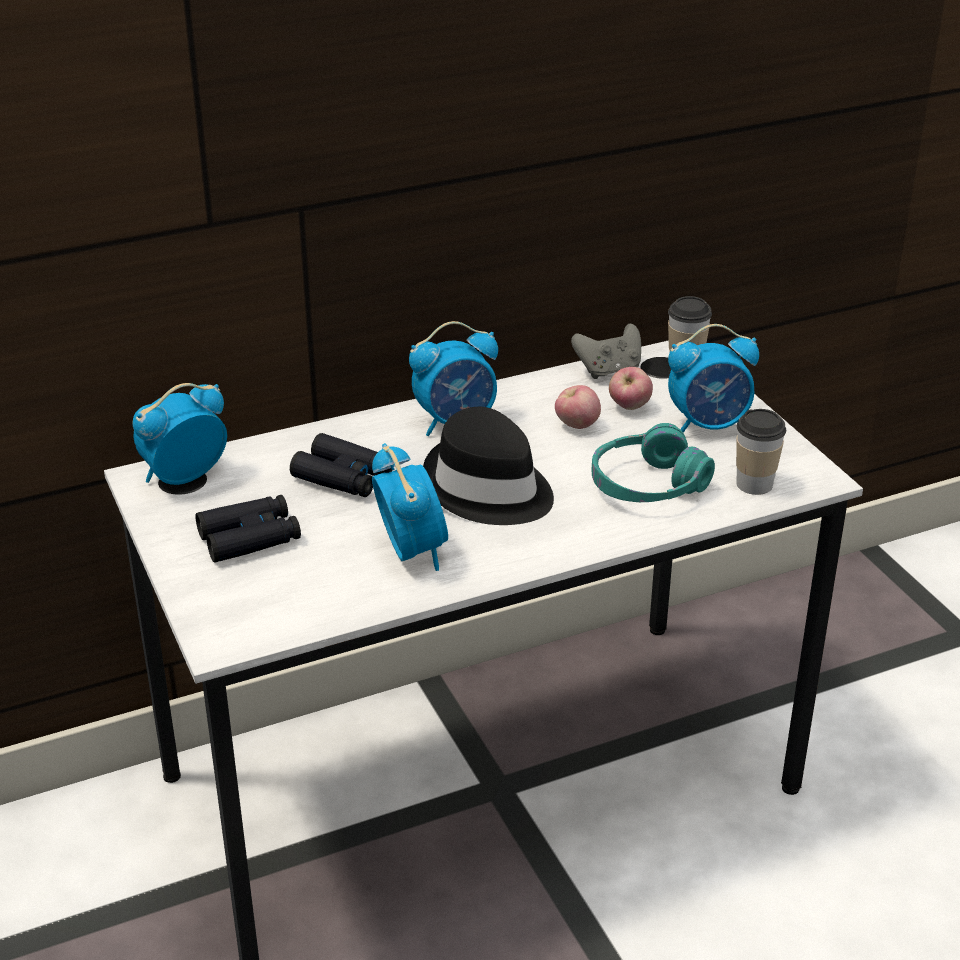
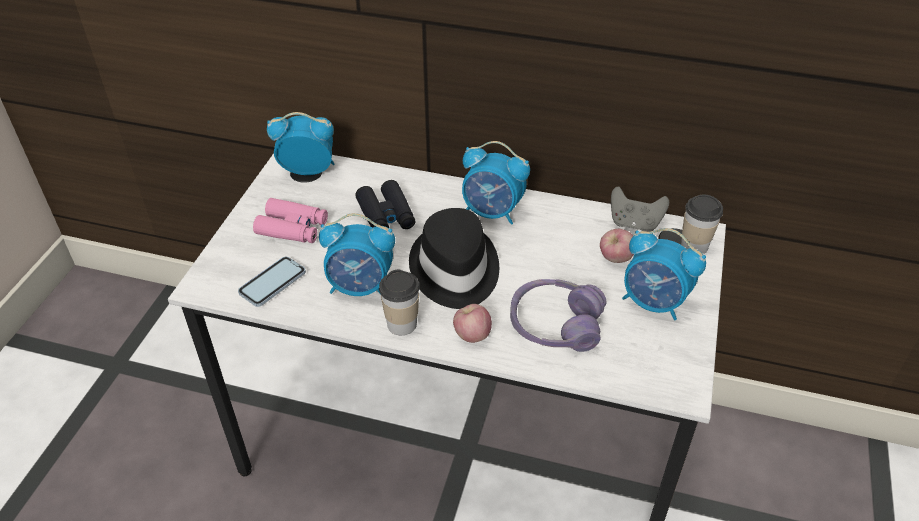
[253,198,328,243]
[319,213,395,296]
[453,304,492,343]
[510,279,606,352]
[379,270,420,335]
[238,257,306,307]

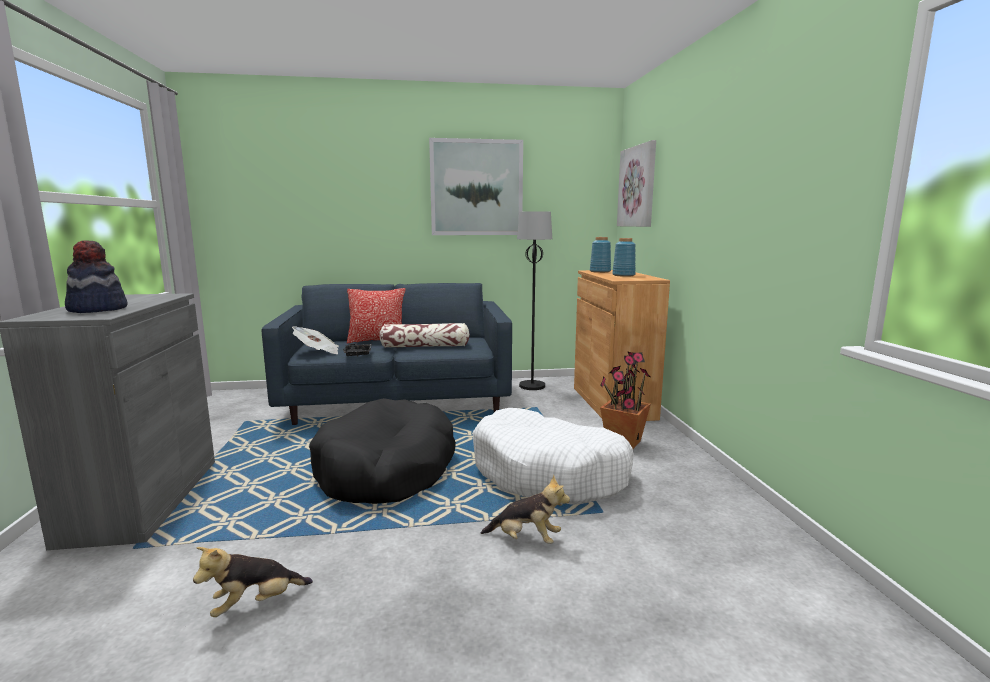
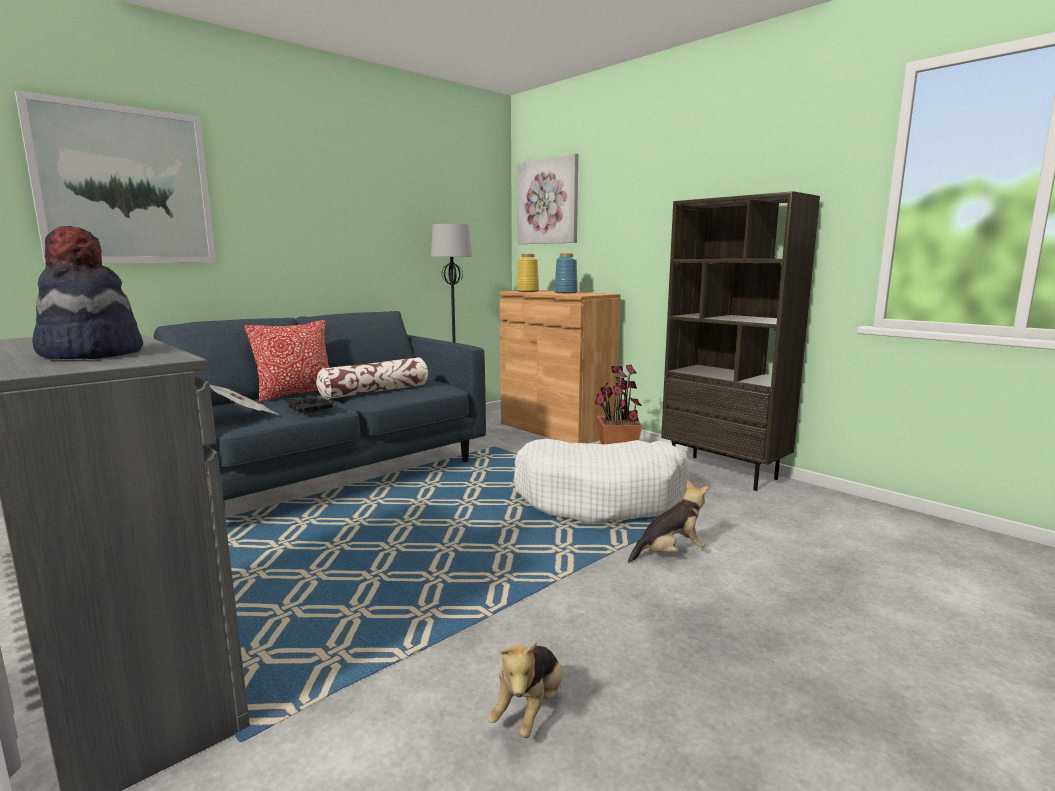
[309,398,456,504] (first image)
[15,90,216,263]
[517,254,539,292]
[661,191,820,491]

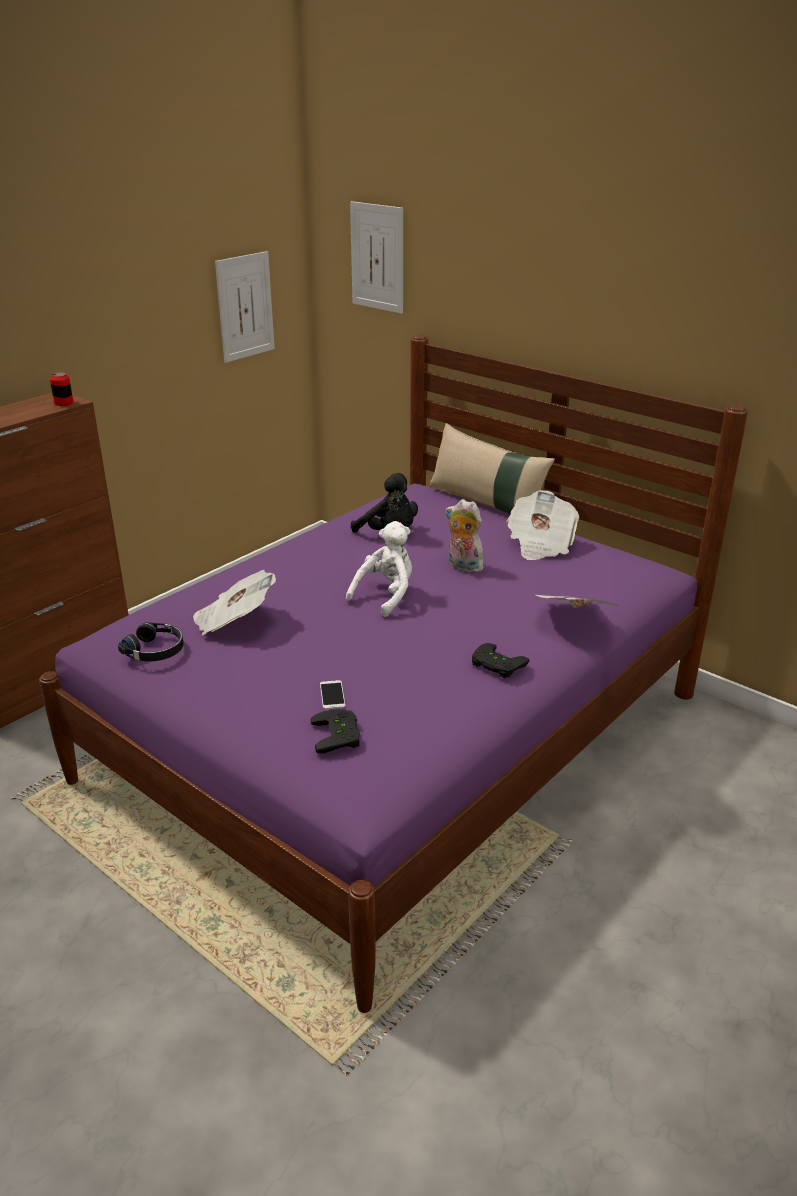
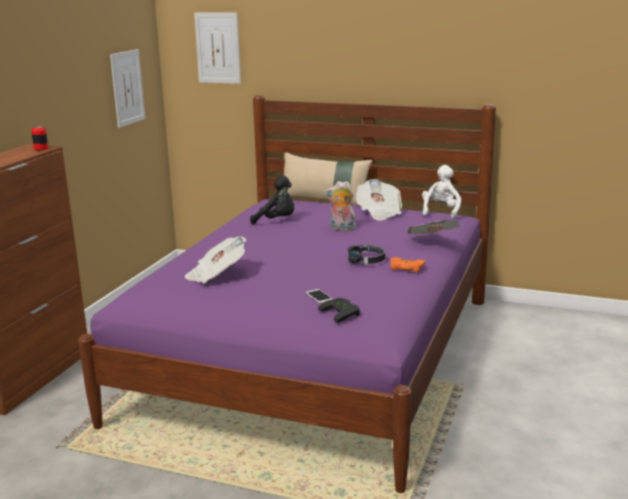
[348,245,385,264]
[422,165,461,219]
[390,258,426,272]

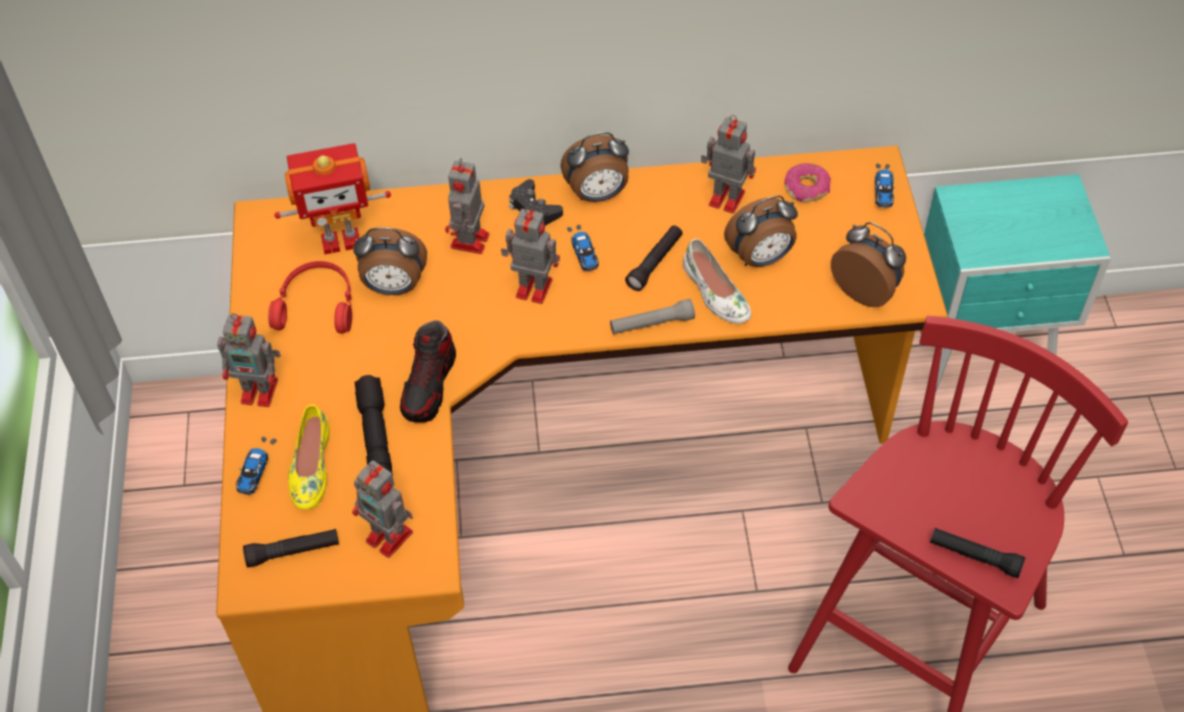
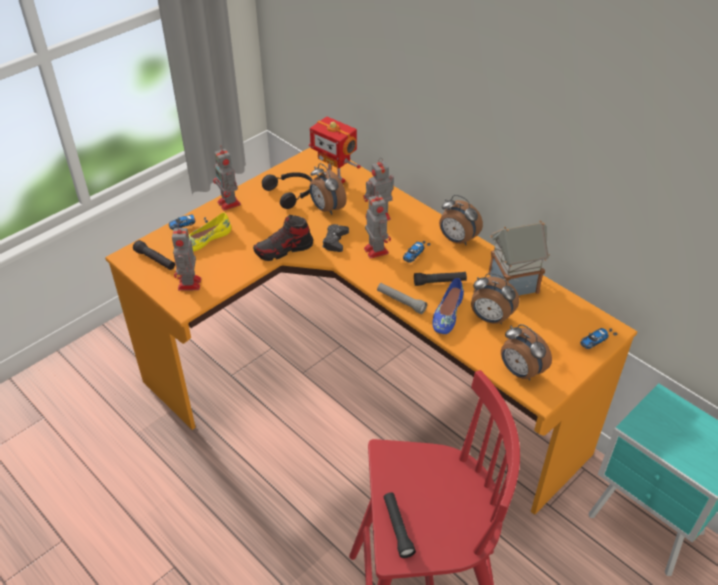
[262,172,313,209]
[355,375,393,476] (first image)
[323,224,349,252]
[432,278,464,334]
[489,221,550,295]
[784,163,831,202] (first image)
[501,324,552,381]

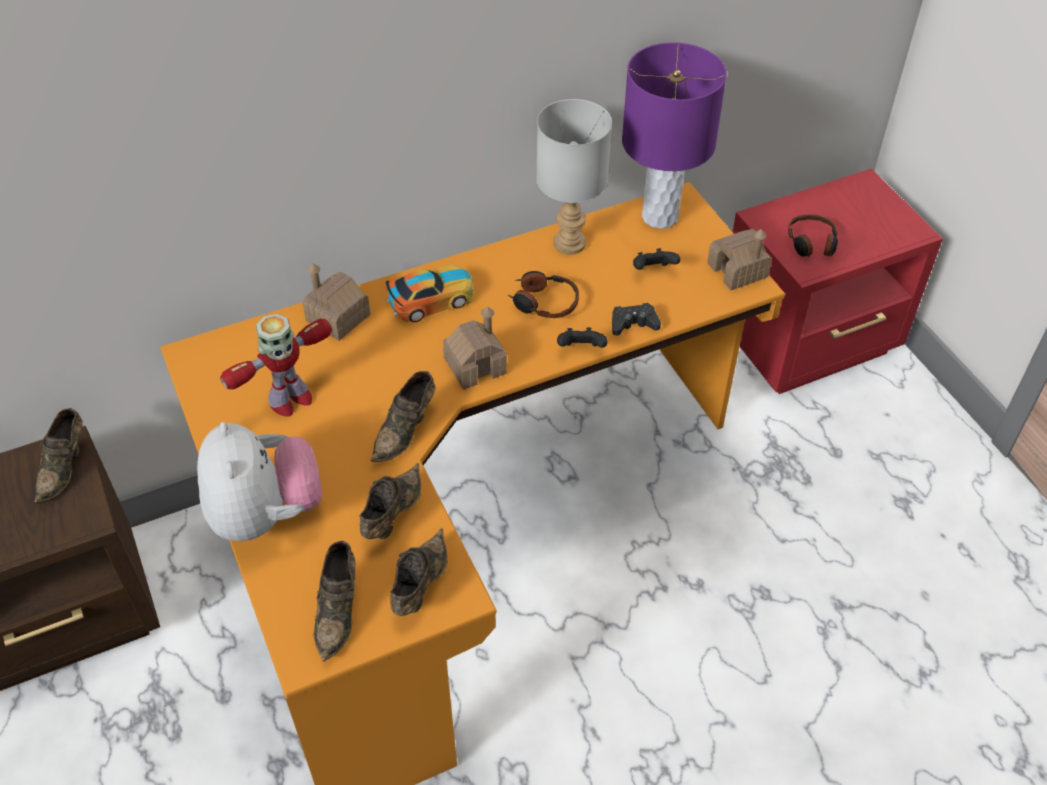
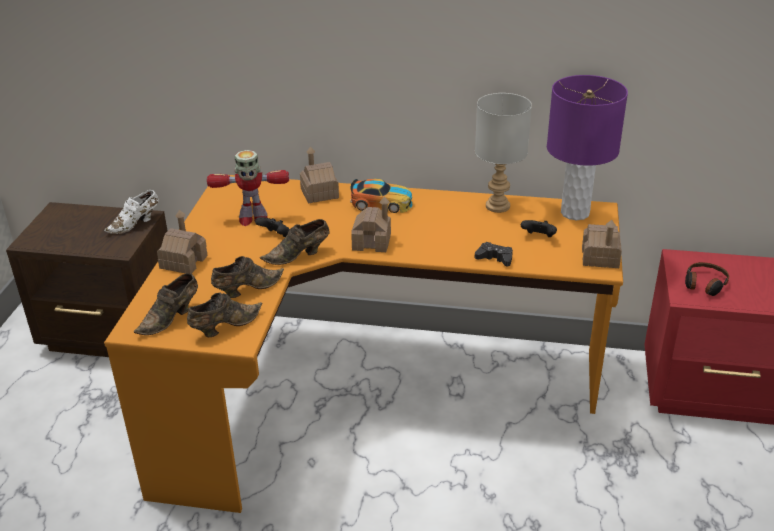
[104,190,159,234]
[157,210,208,274]
[508,271,579,318] (first image)
[255,217,290,237]

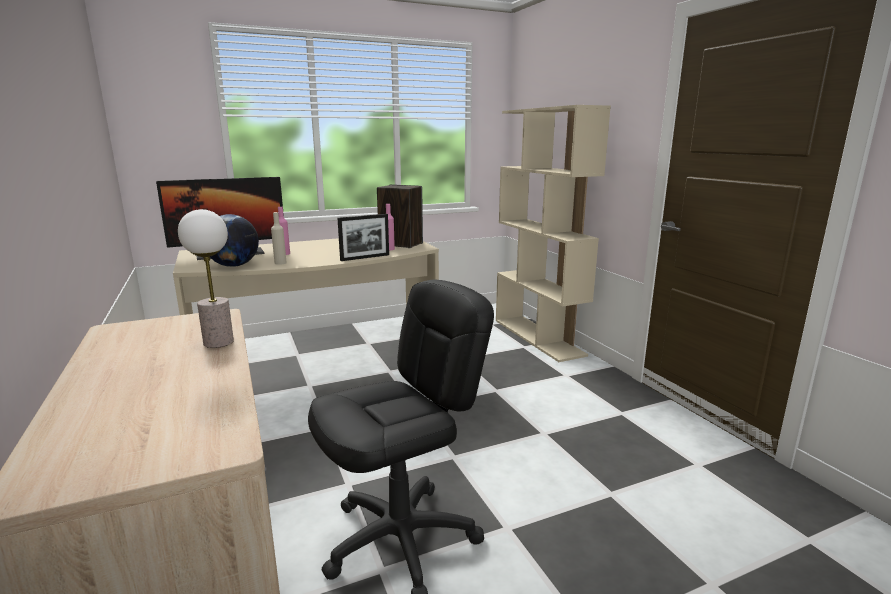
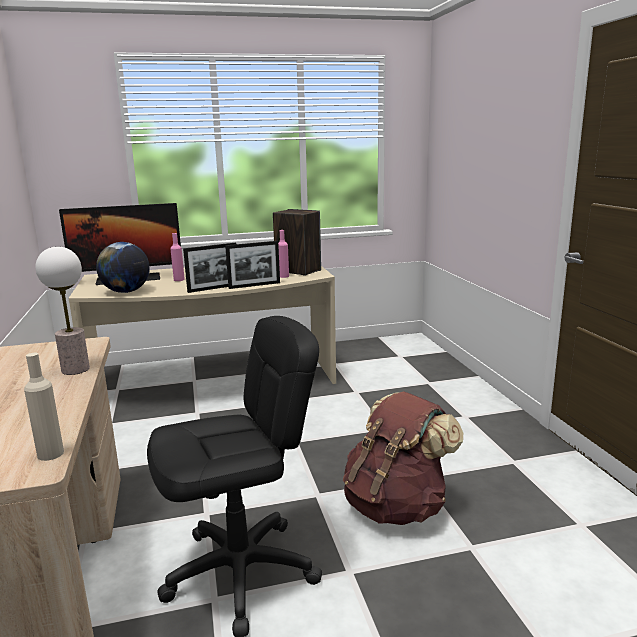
[24,353,64,461]
[496,105,611,362] (first image)
[183,243,236,293]
[343,391,463,525]

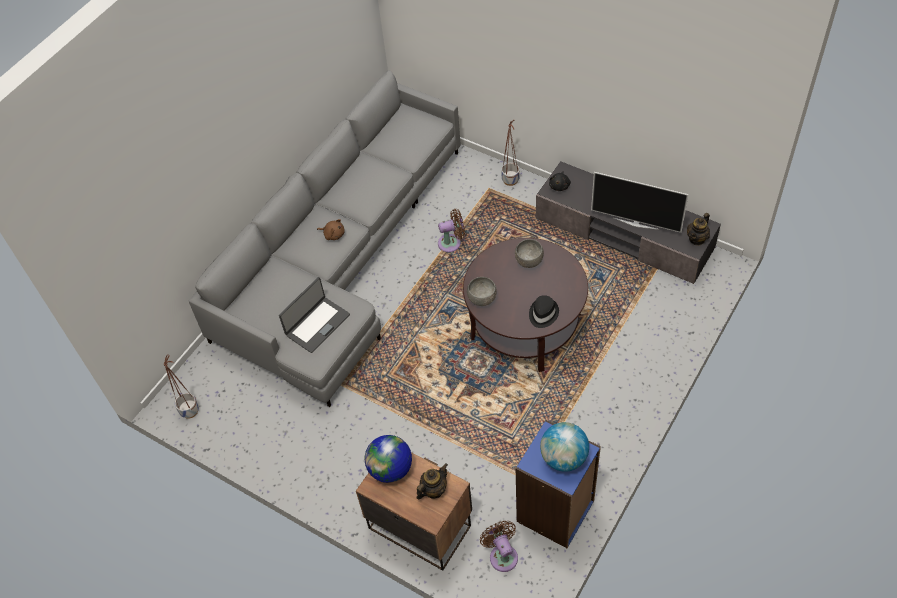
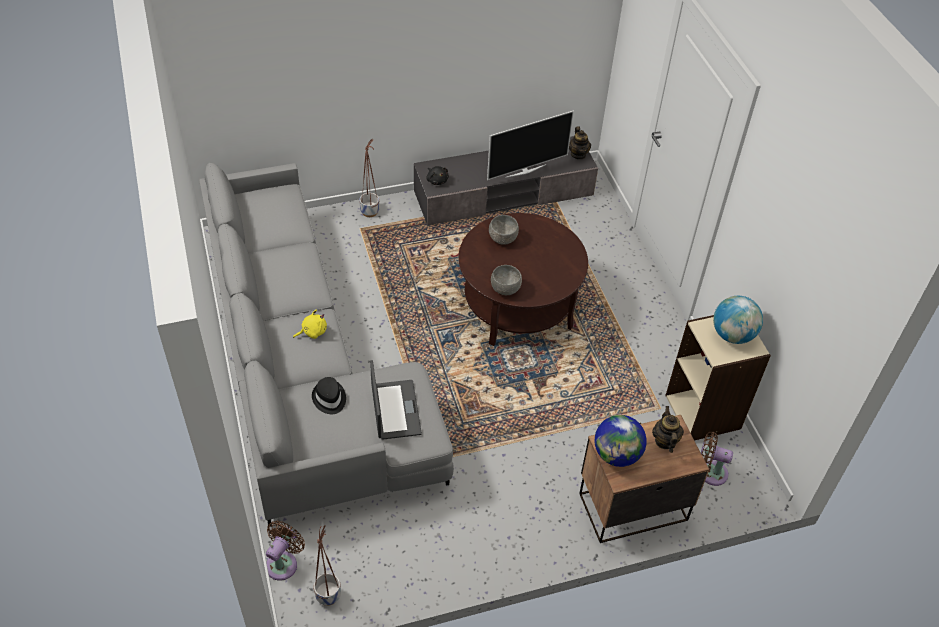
[293,309,327,339]
[266,521,305,580]
[665,315,771,440]
[312,377,346,414]

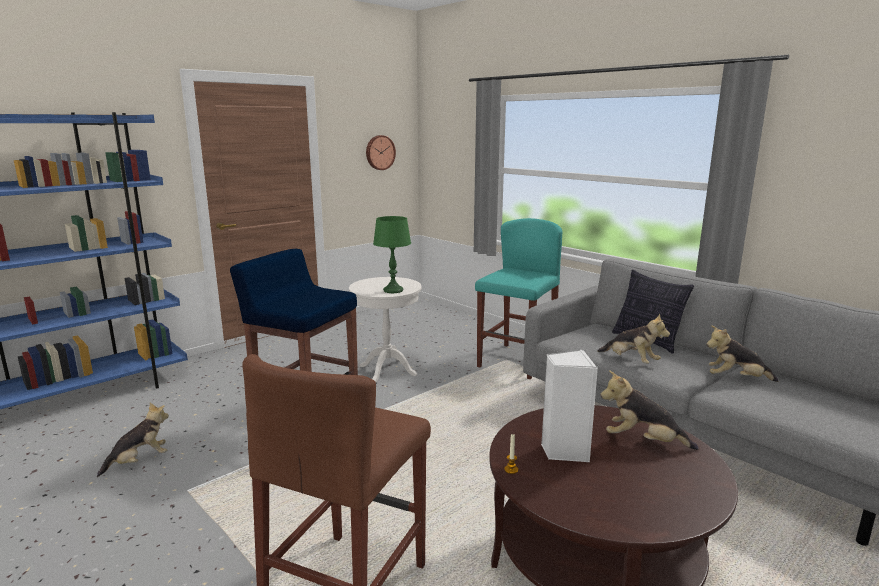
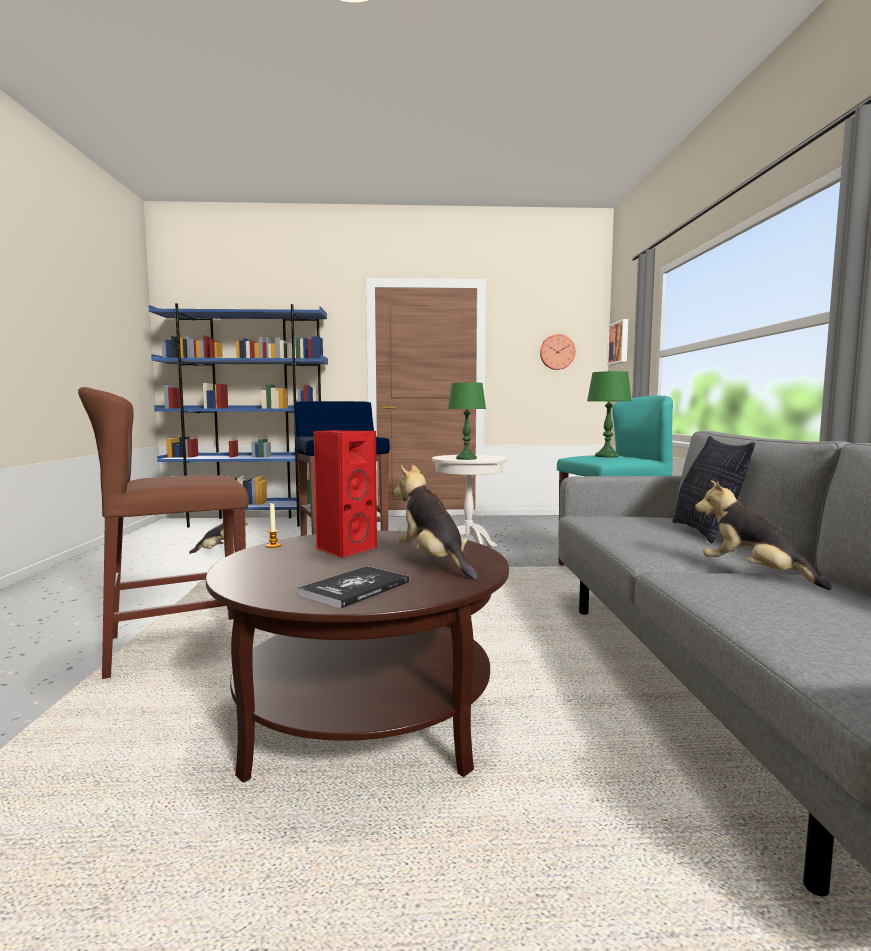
[314,430,377,558]
[597,313,670,364] (first image)
[298,566,409,608]
[587,371,631,457]
[607,319,628,365]

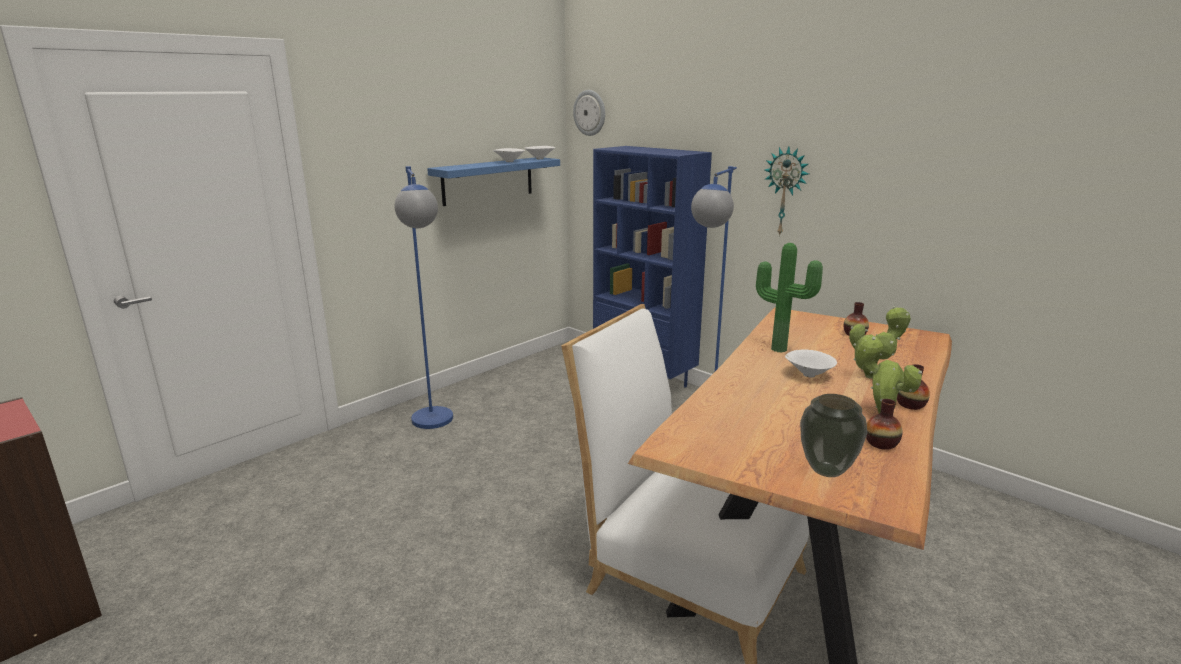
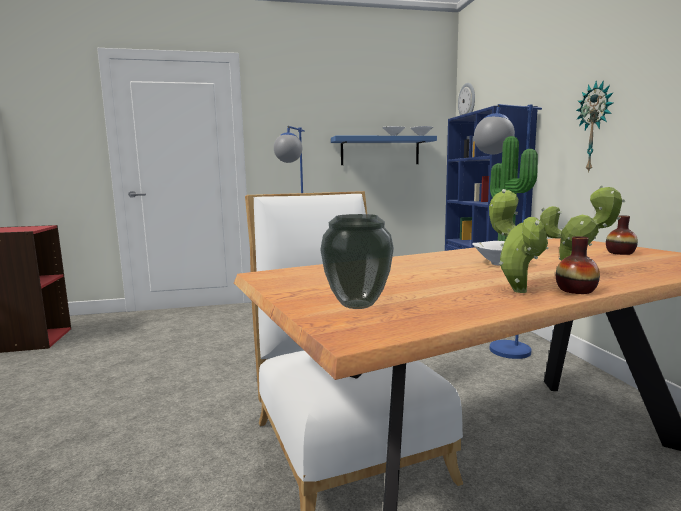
[866,399,903,450] (first image)

